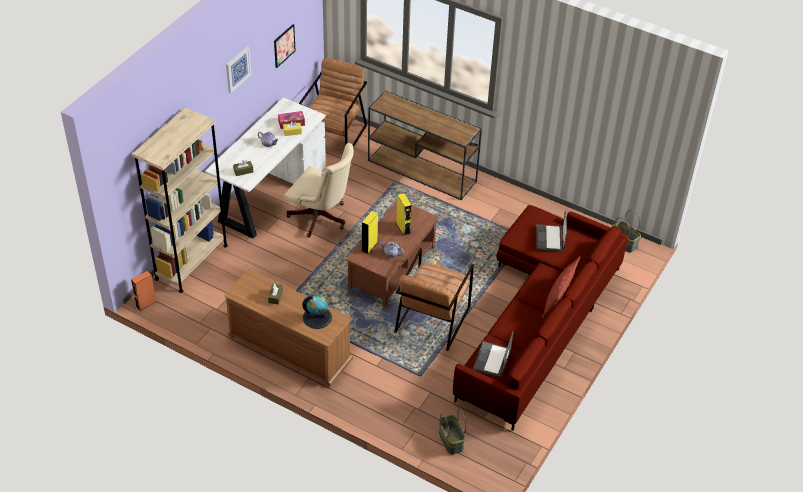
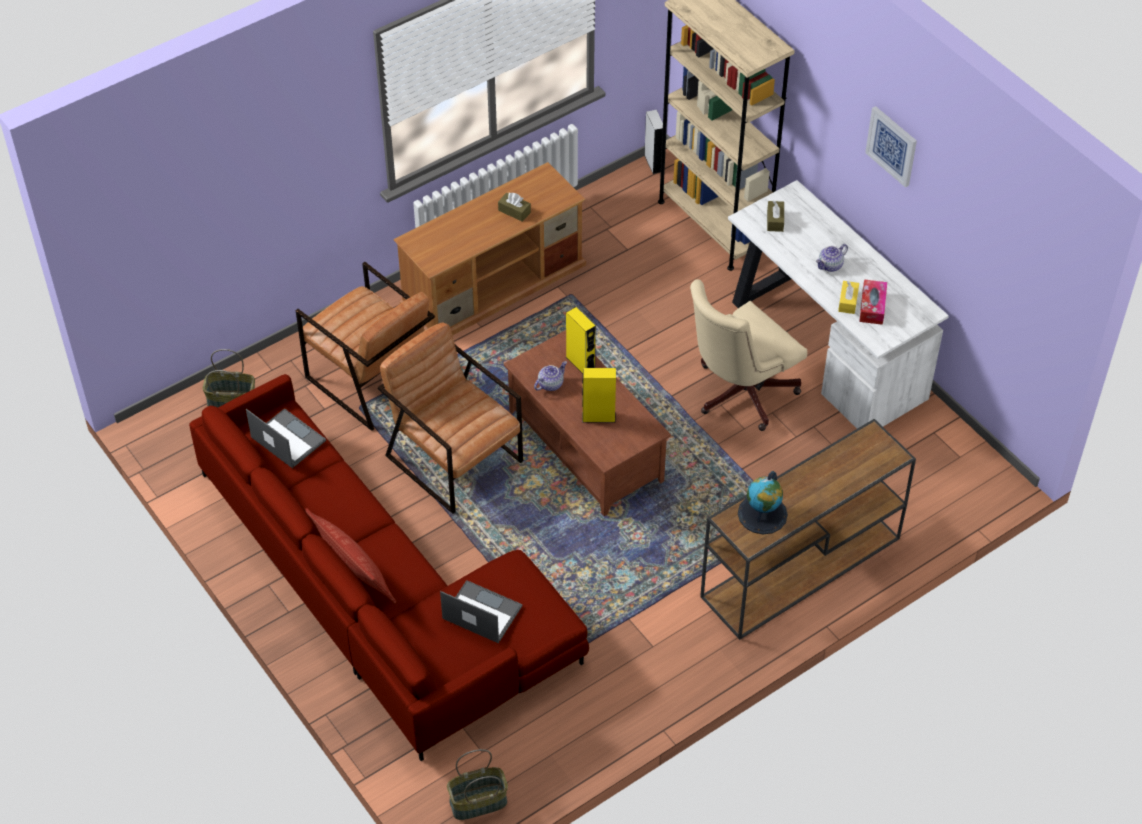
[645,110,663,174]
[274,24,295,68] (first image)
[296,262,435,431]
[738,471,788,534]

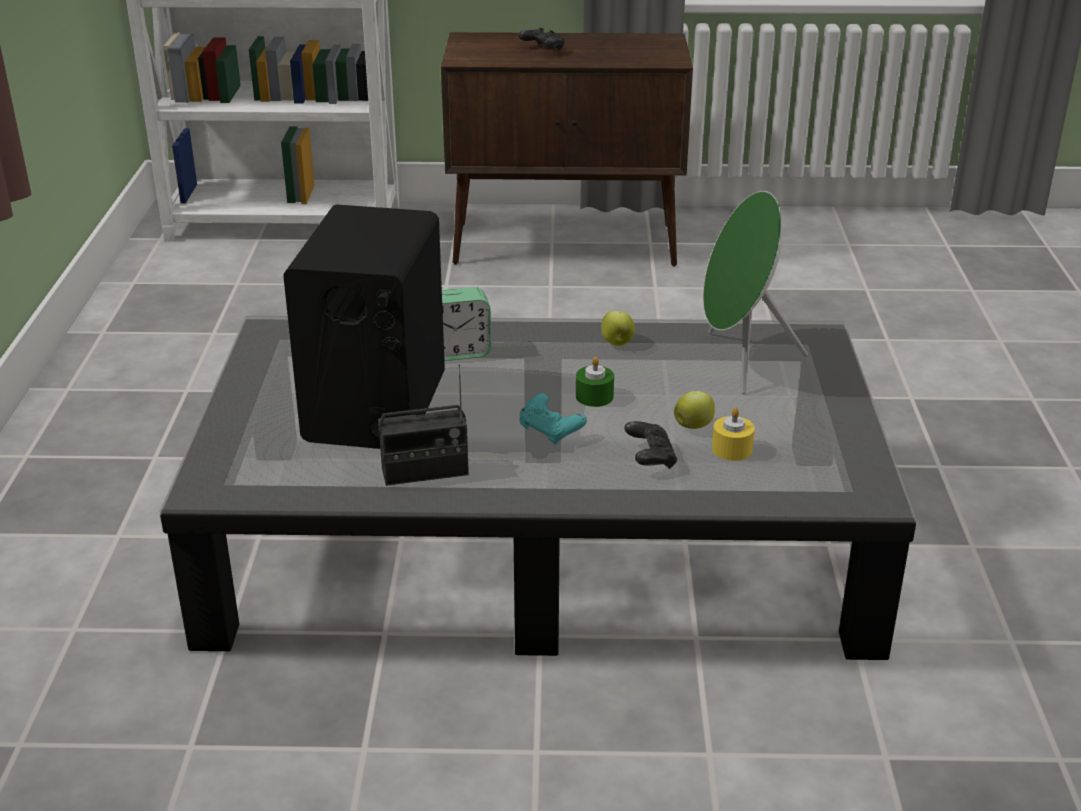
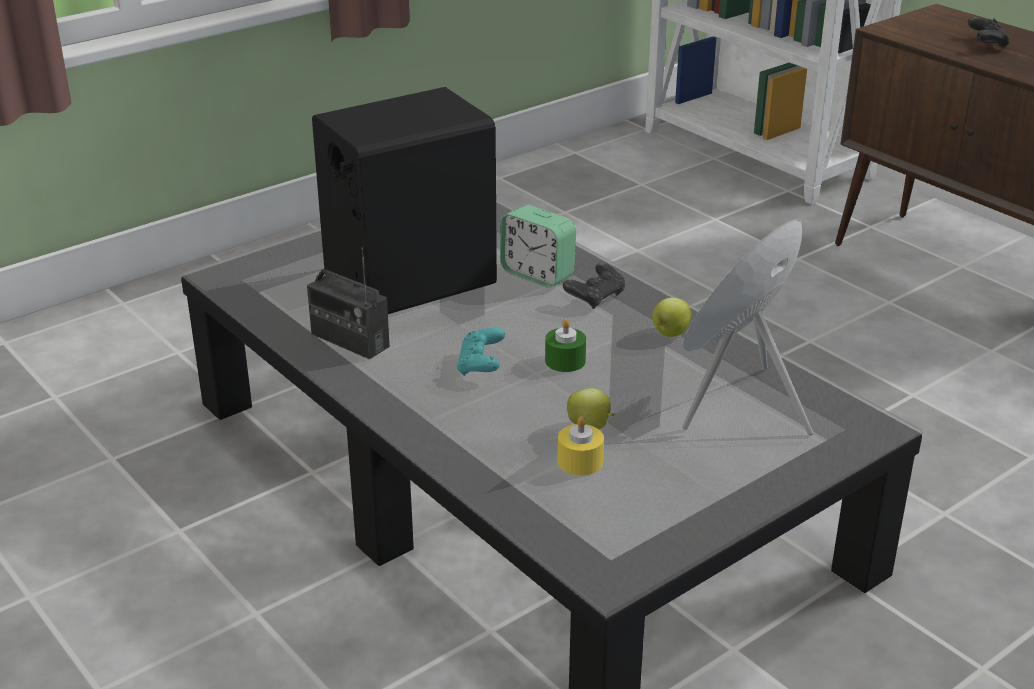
[563,263,625,309]

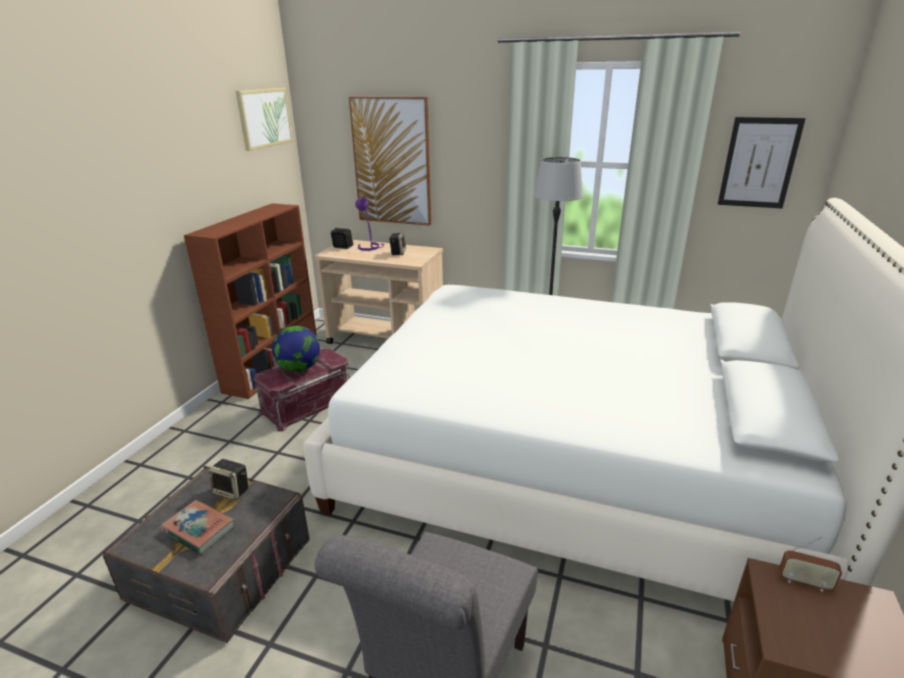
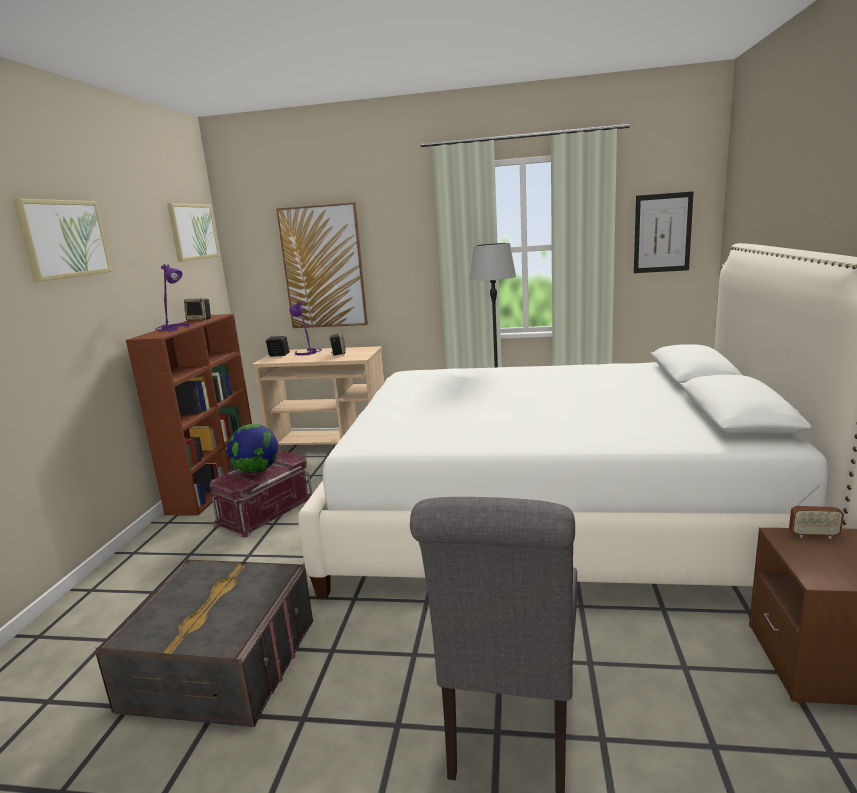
[160,500,235,555] (first image)
[184,299,211,320]
[13,199,112,282]
[155,264,190,331]

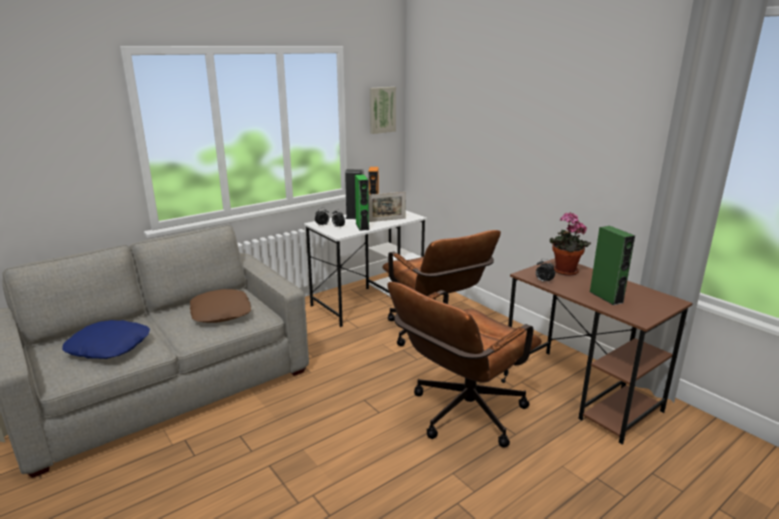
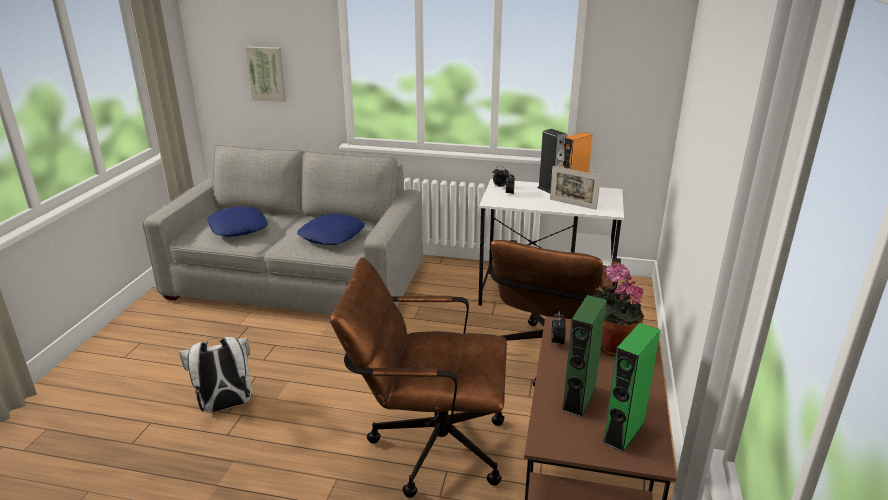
[297,214,365,245]
[602,323,660,452]
[245,46,286,102]
[179,337,251,413]

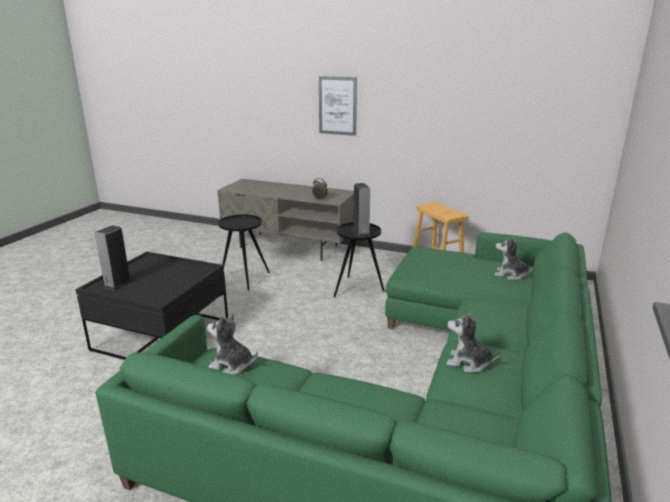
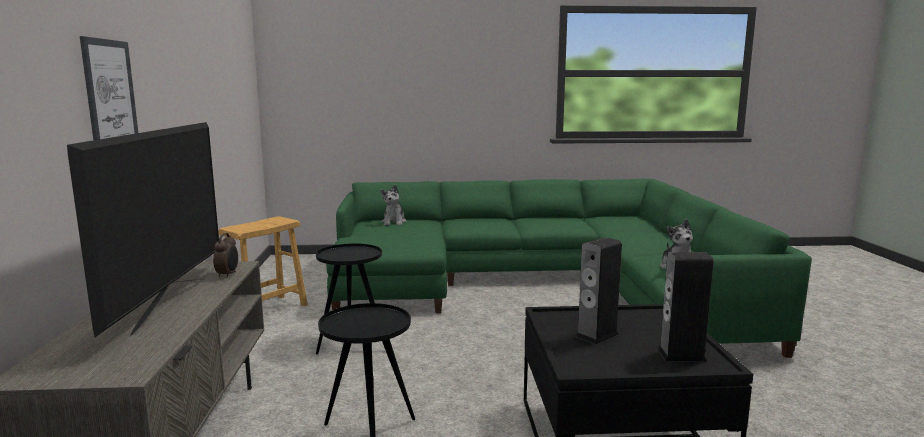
[575,237,622,345]
[447,311,502,373] (first image)
[67,122,219,338]

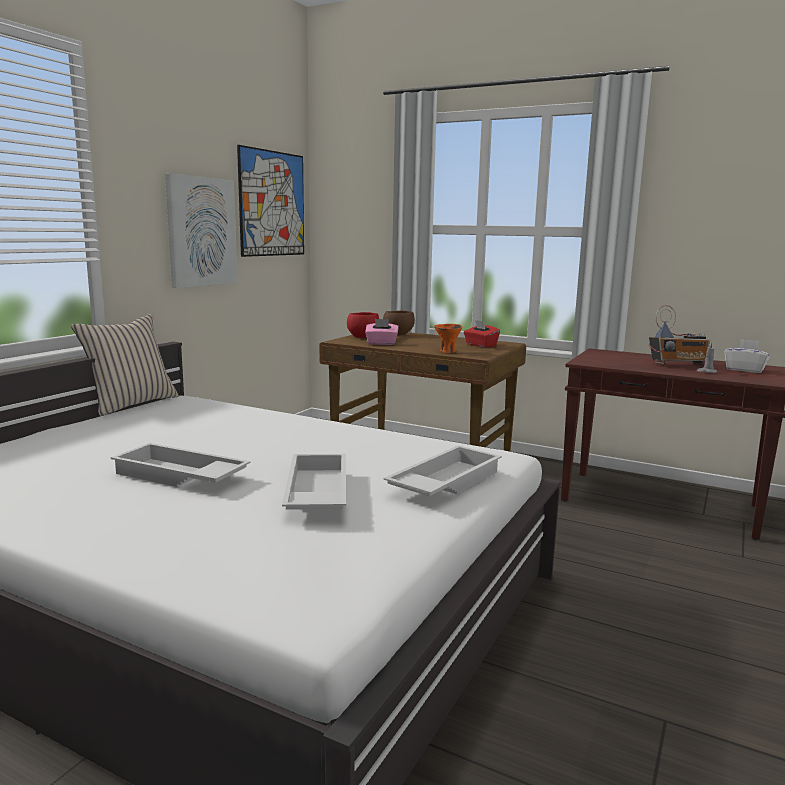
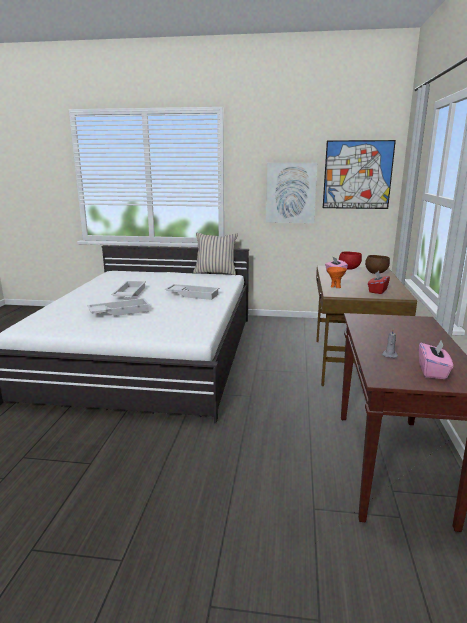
[165,284,219,300]
[649,305,710,365] (first image)
[419,339,453,379]

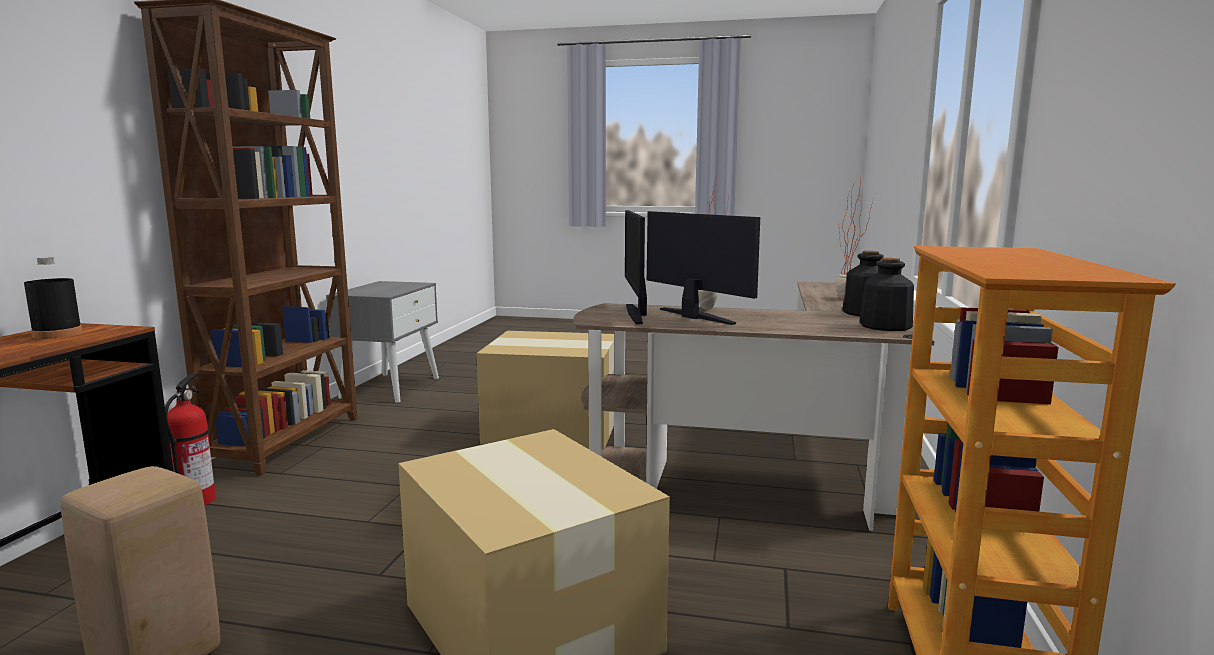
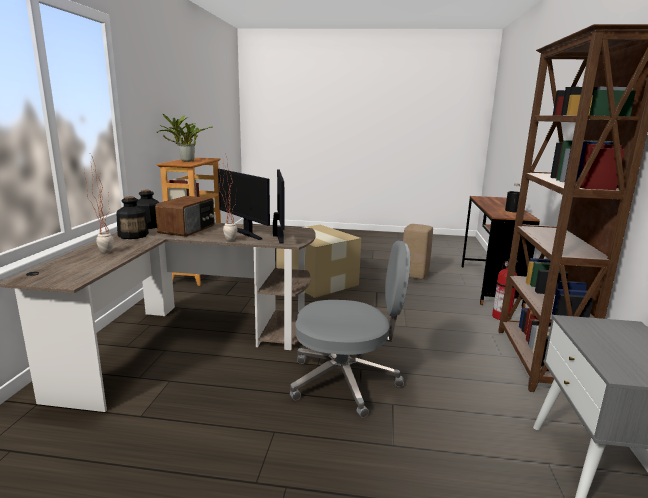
[290,241,410,418]
[155,196,215,237]
[156,114,213,162]

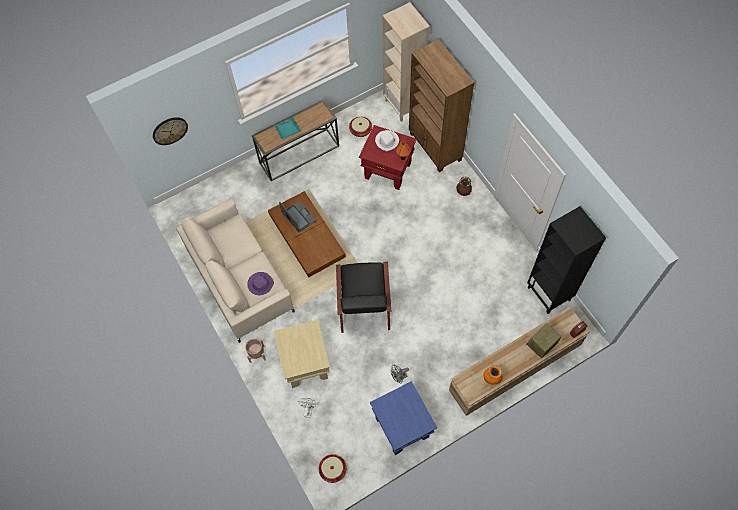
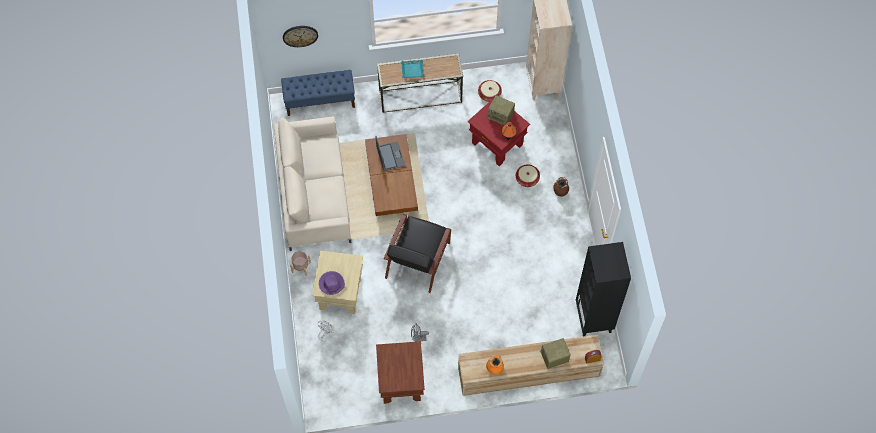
[319,271,345,295]
[516,164,540,187]
[376,341,425,404]
[488,95,515,127]
[409,39,474,172] (first image)
[281,70,355,116]

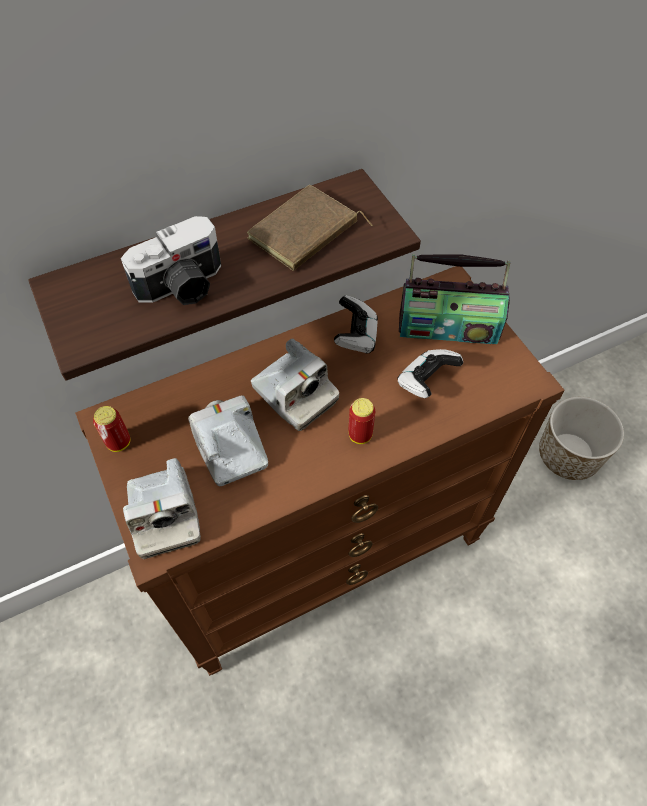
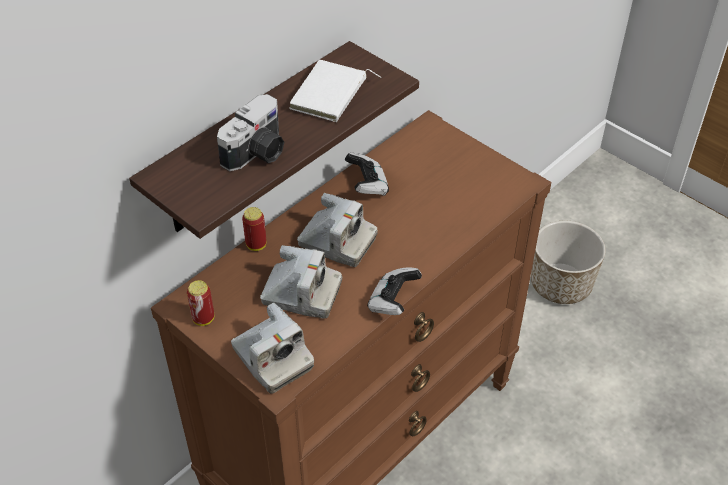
[260,245,342,319]
[289,60,381,122]
[242,207,266,251]
[367,267,422,315]
[399,254,510,344] (first image)

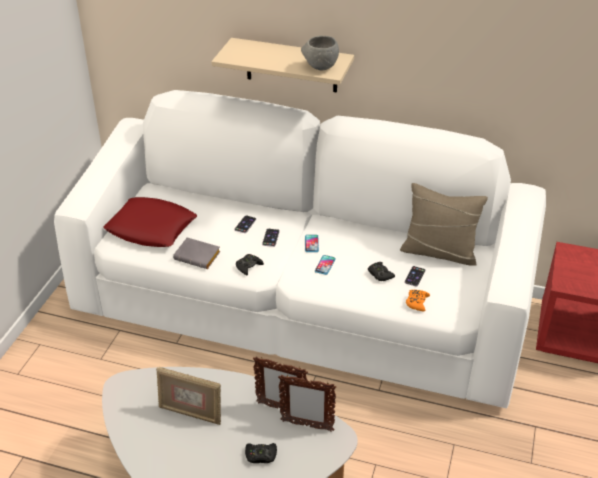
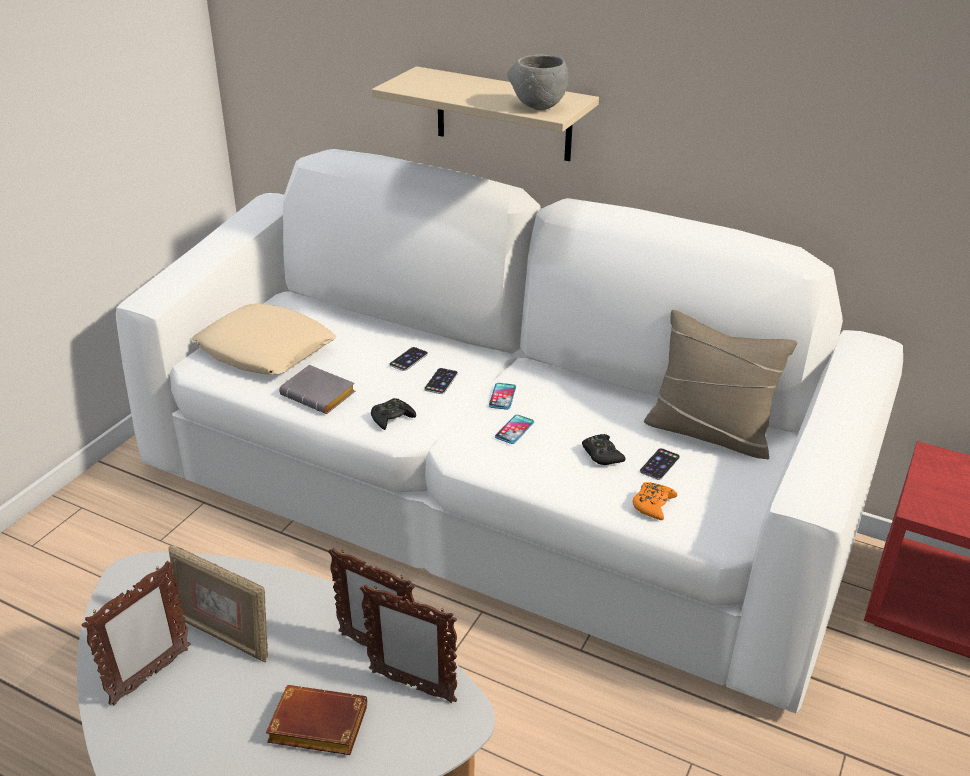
[191,304,337,375]
[266,685,367,755]
[81,561,191,705]

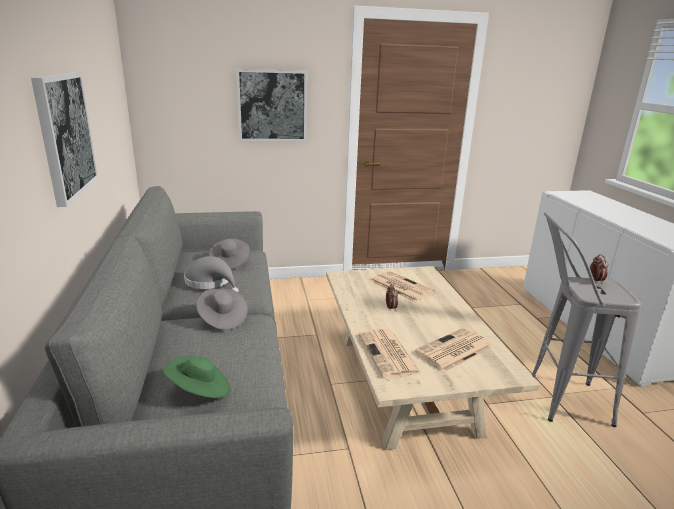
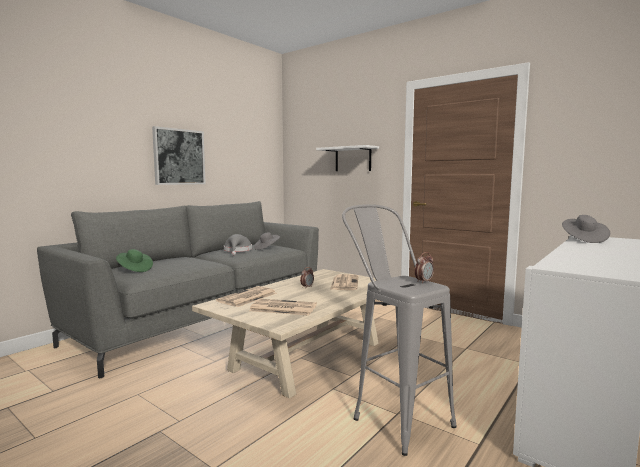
[562,215,610,243]
[316,145,379,171]

